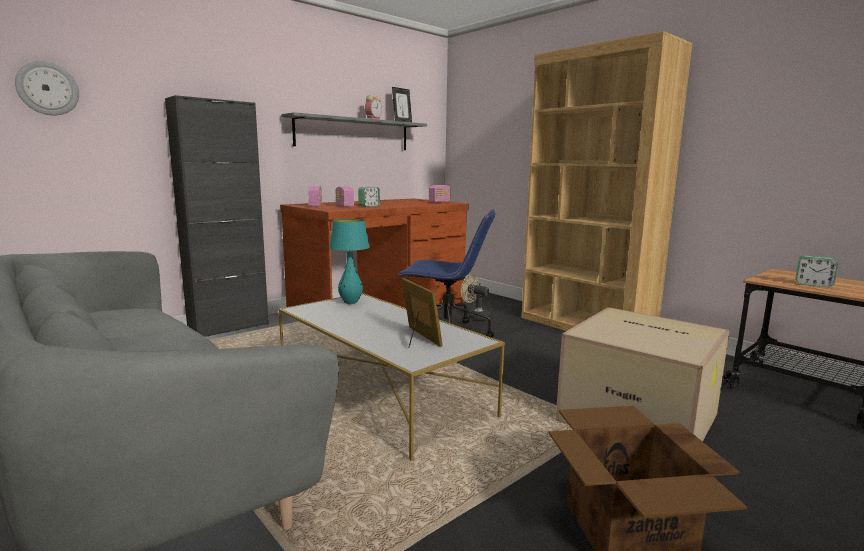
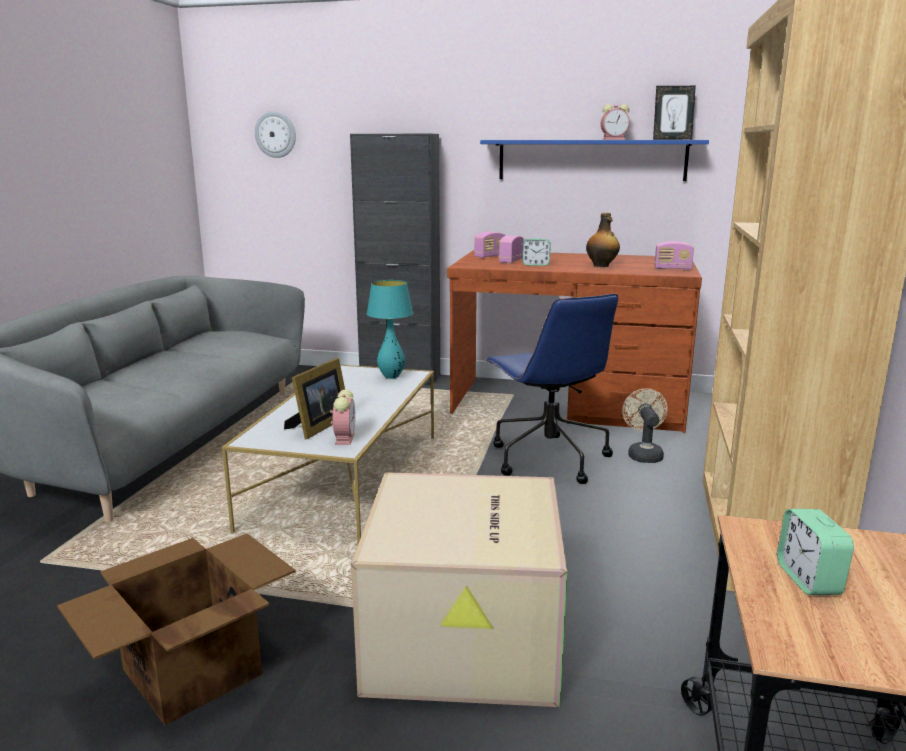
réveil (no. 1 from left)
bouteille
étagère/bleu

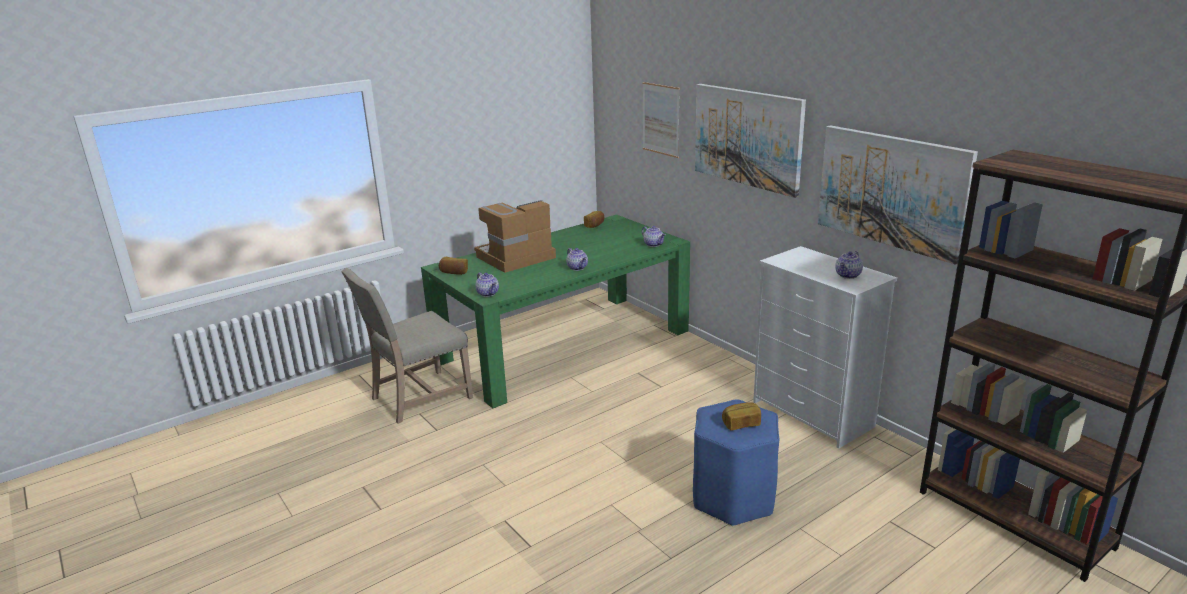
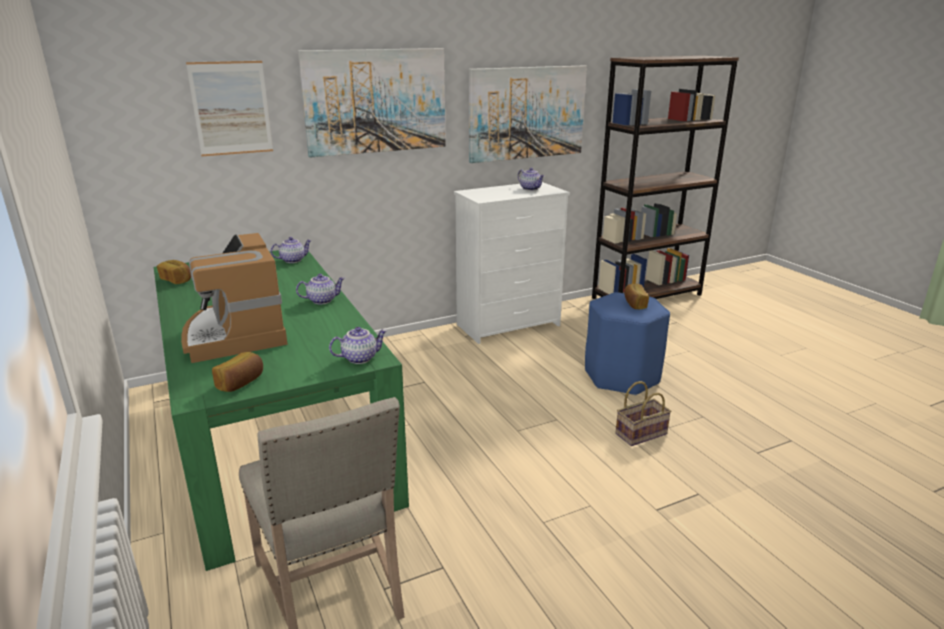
panier

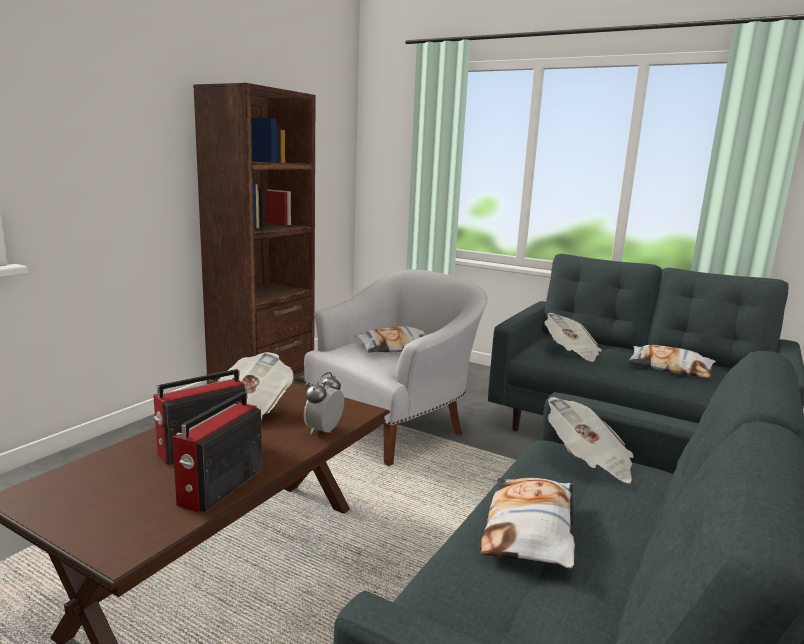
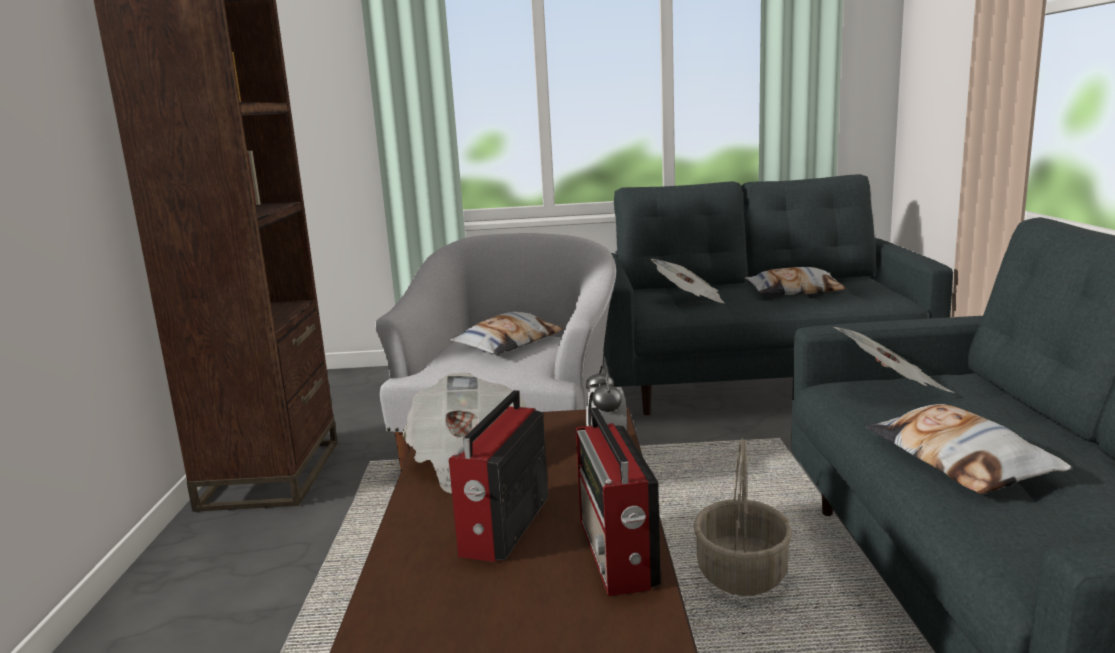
panier

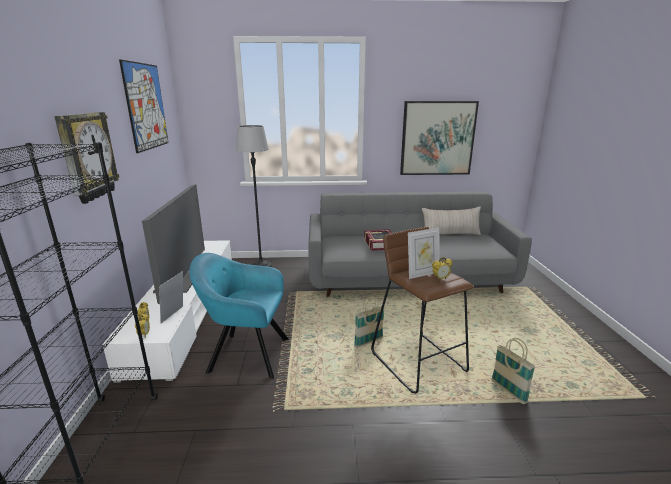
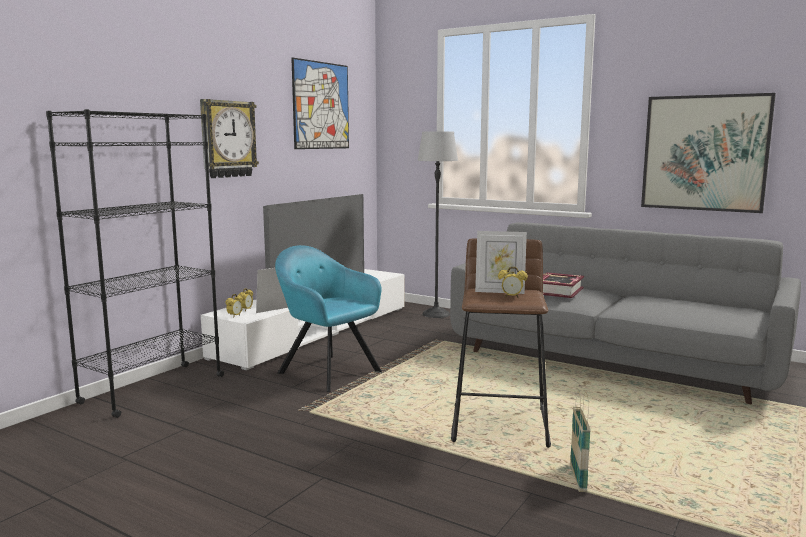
panier (no. 1 from left in the first image)
coussin/beige

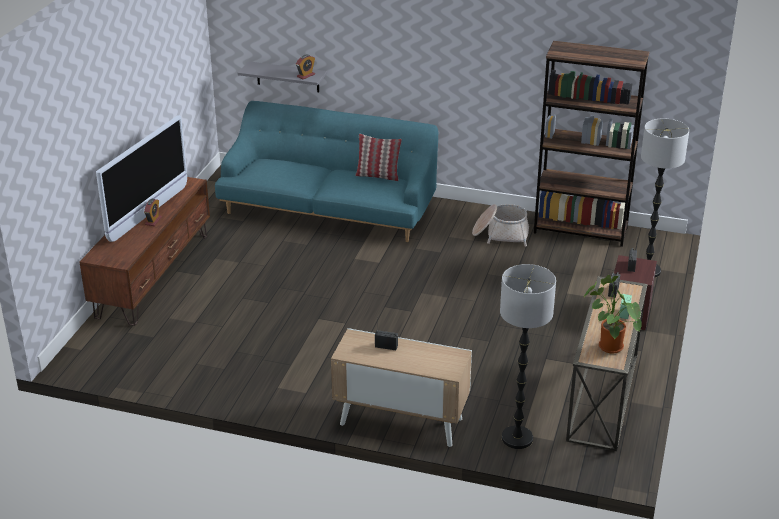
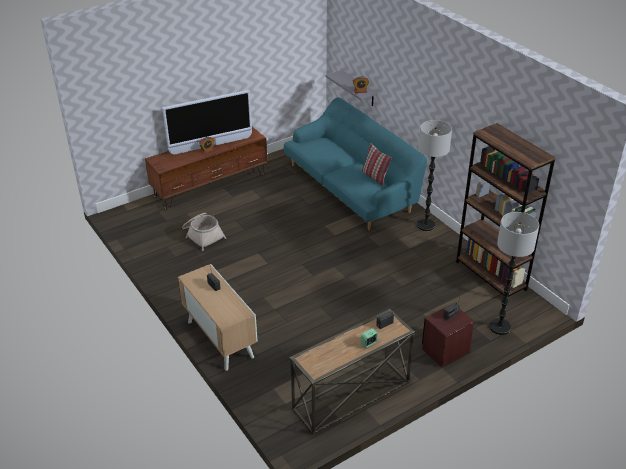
plante en pot
panier
lampadaire (no. 1 from left)

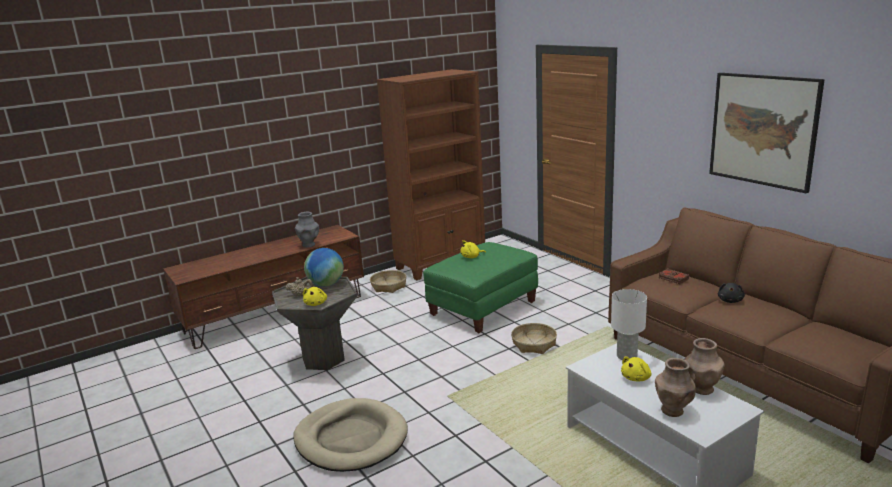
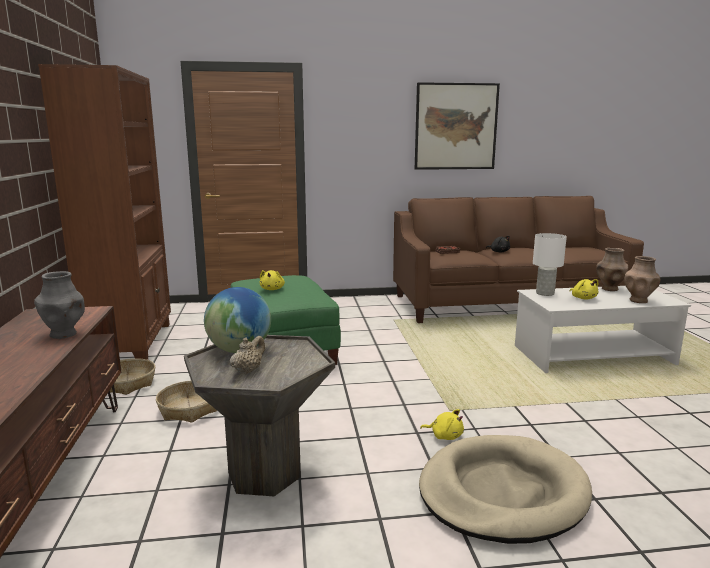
peluche/jaune (no. 2 from left)
panier (no. 2 from left)

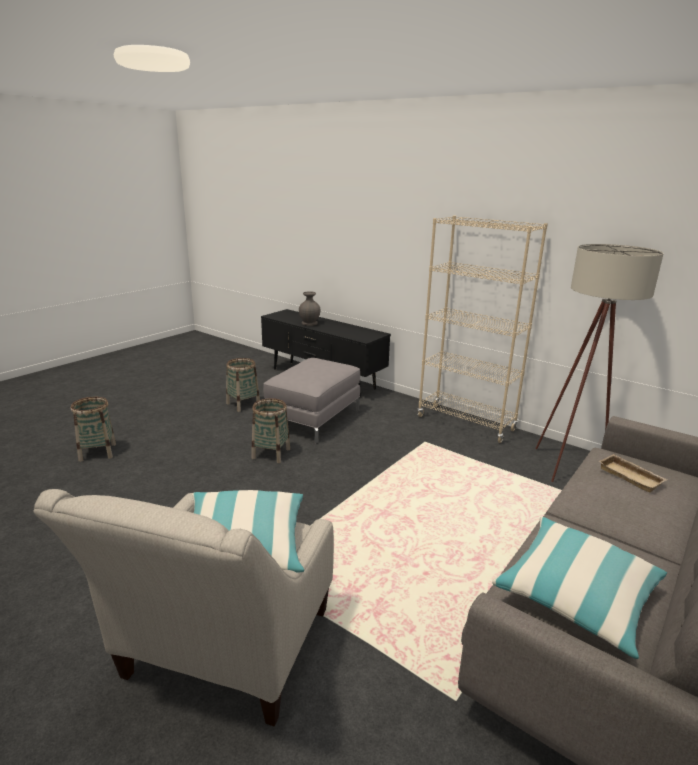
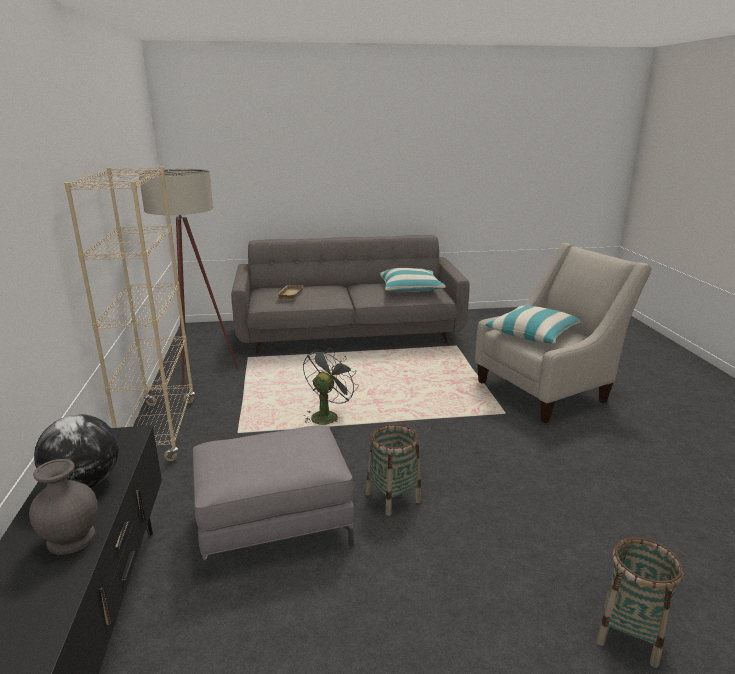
panier (no. 2 from left in the first image)
globe
ventilateur/gris

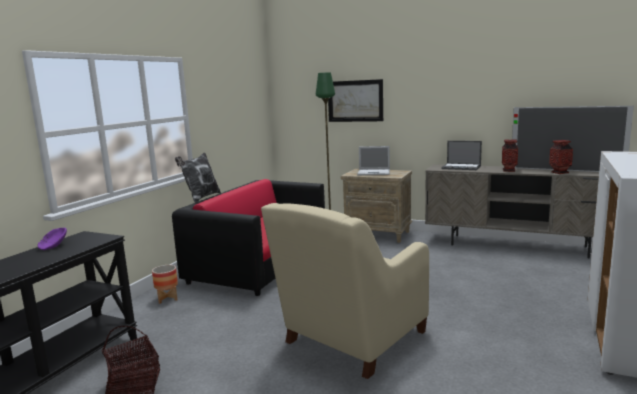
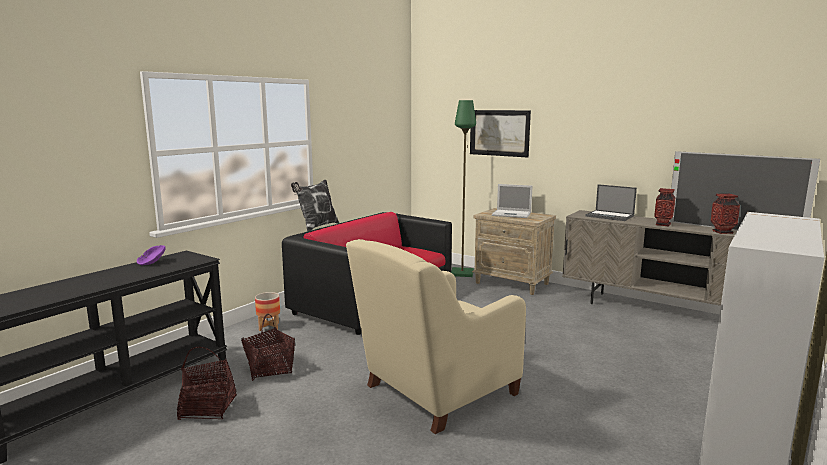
panier (no. 2 from left)

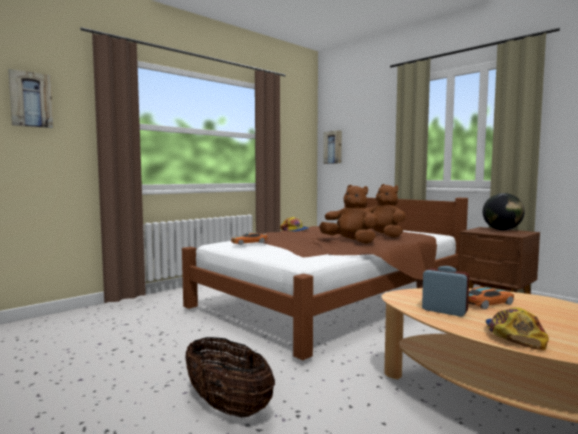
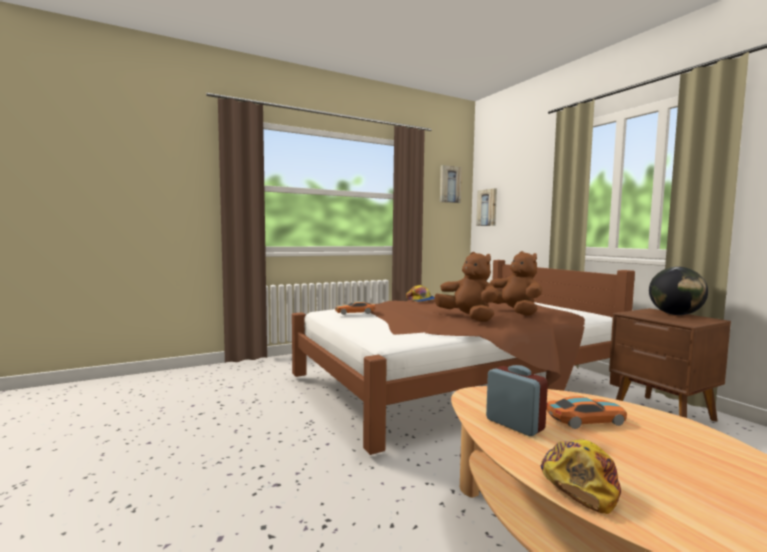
panier
tableau (no. 1 from left)

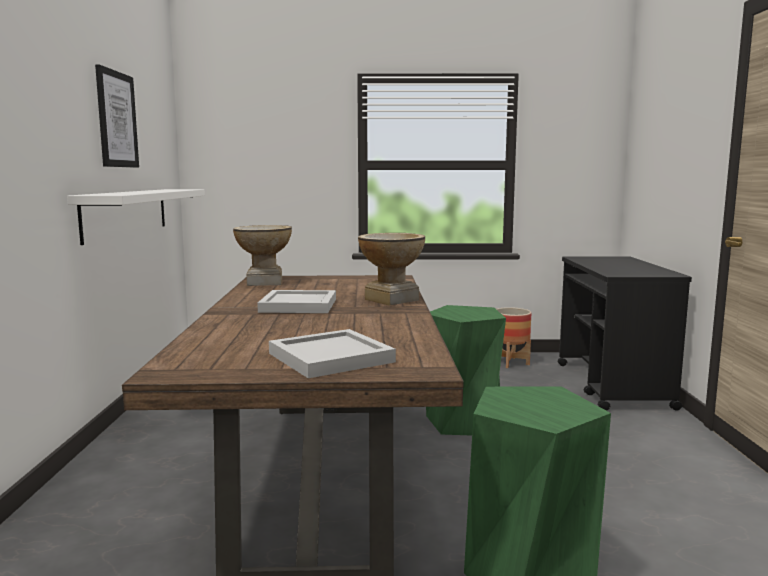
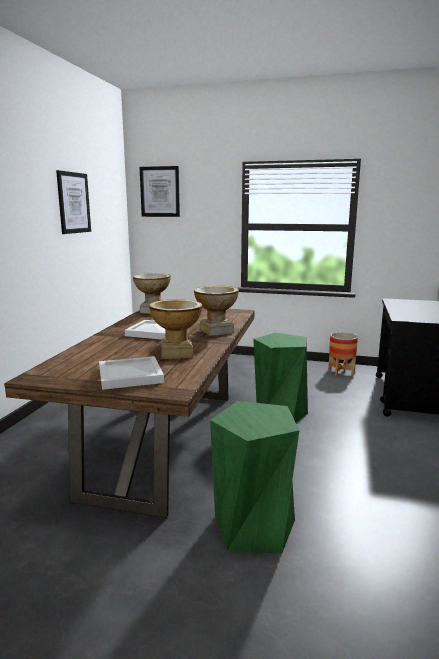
étagère/blanc
tableau (no. 2 from left)
vase (no. 2 from left)

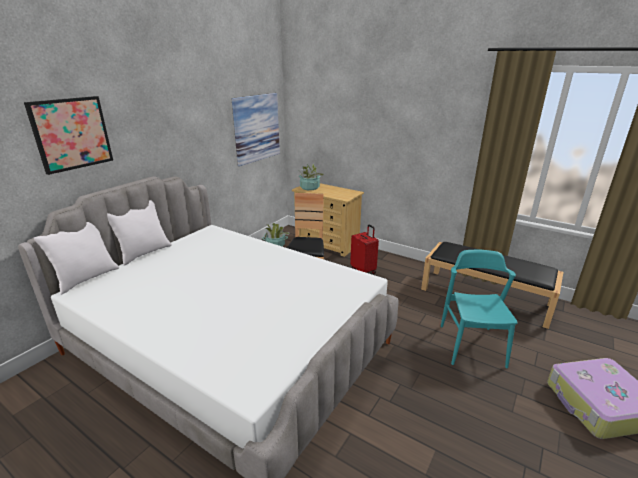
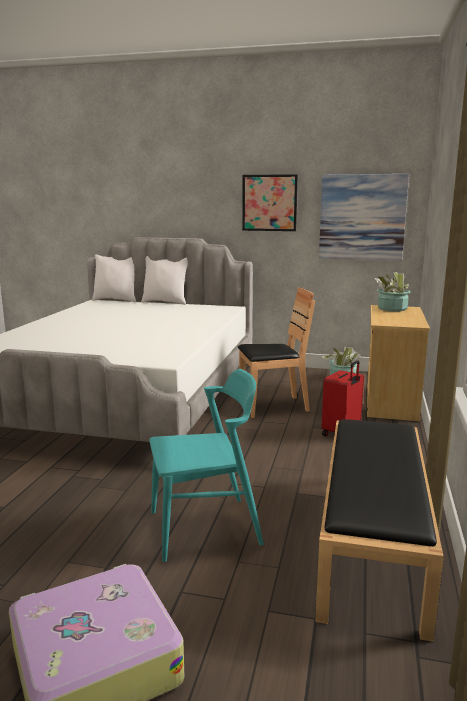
tableau (no. 1 from left)

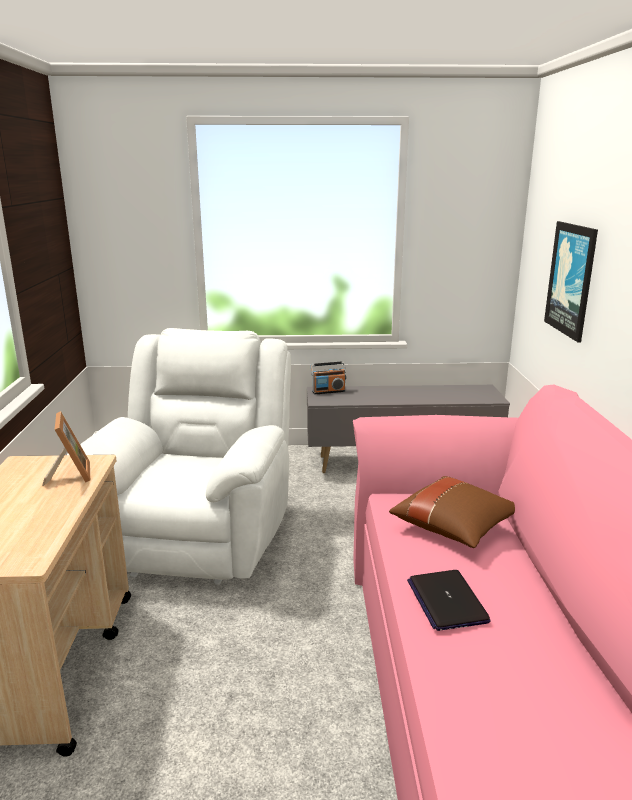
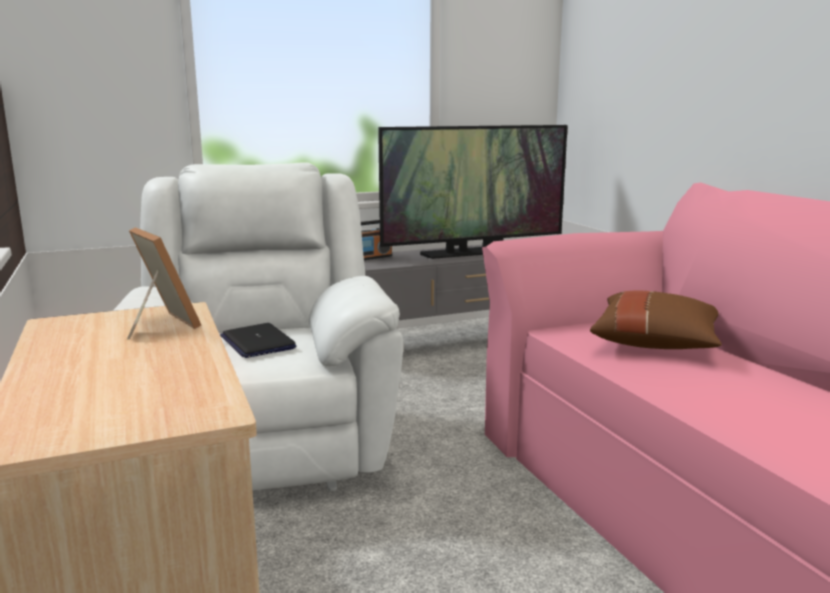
tableau
téléviseur
ordinateur portable

